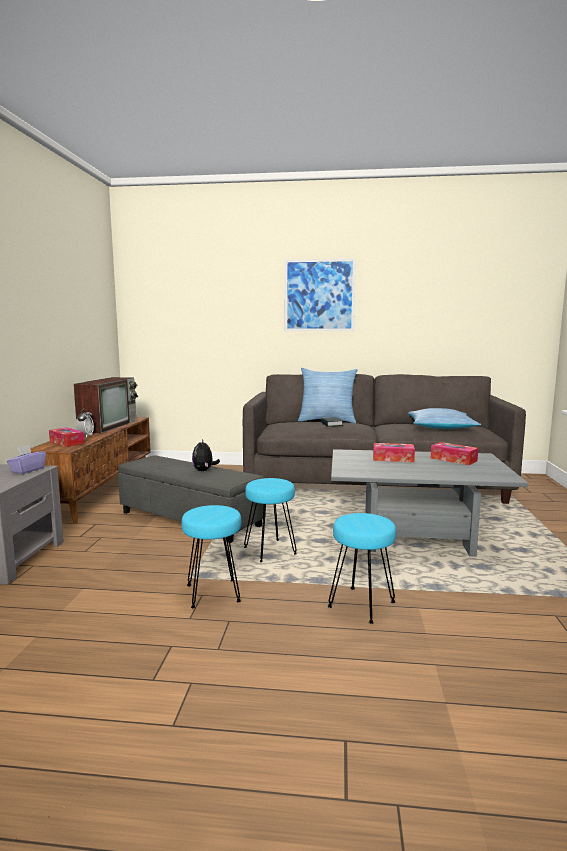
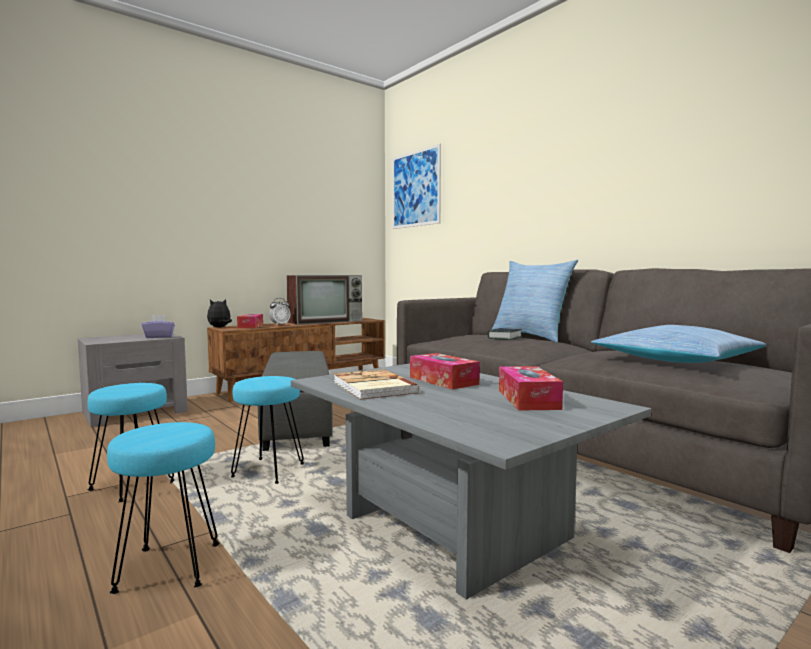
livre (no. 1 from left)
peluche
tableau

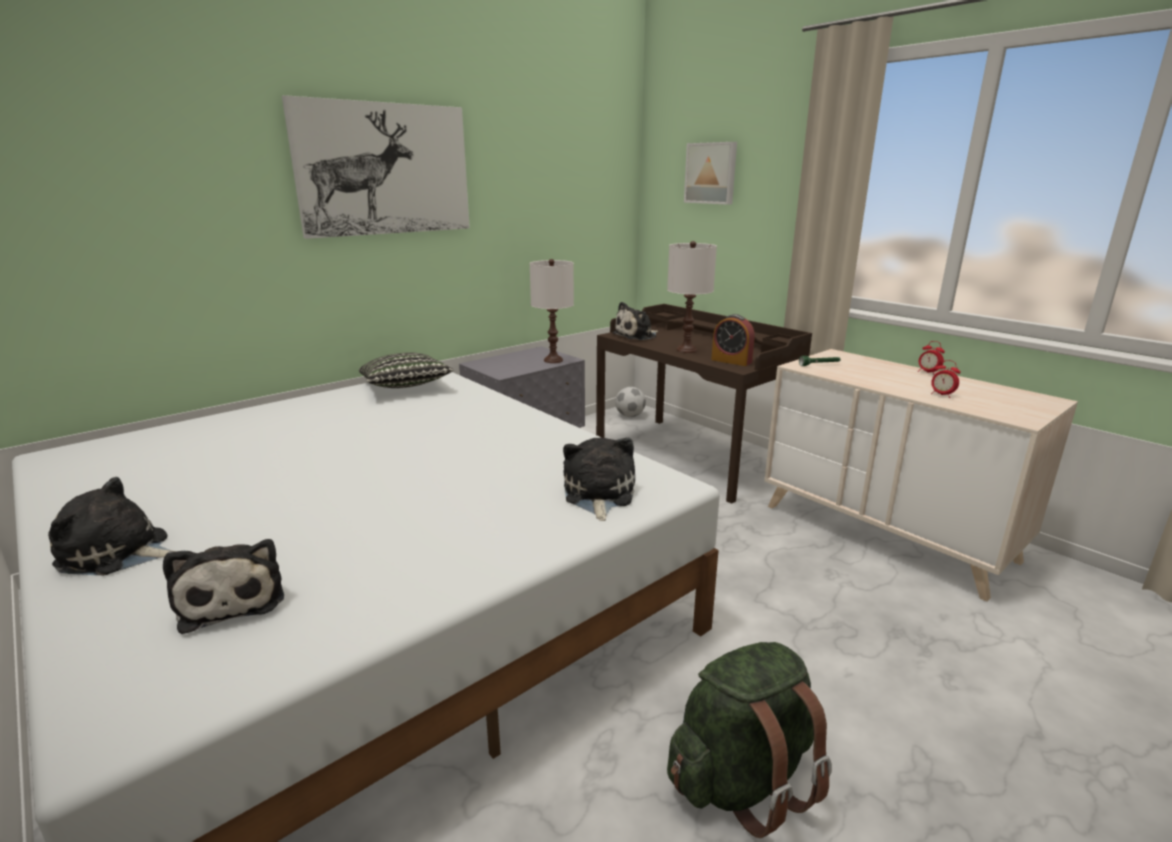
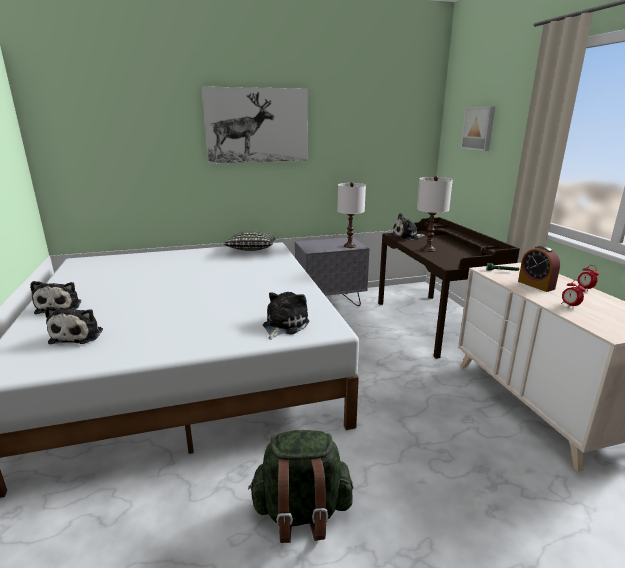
ballon de foot
réveil (no. 1 from left)
peluche (no. 1 from left)

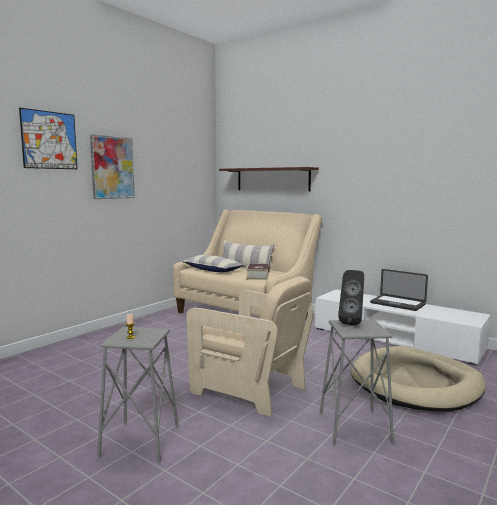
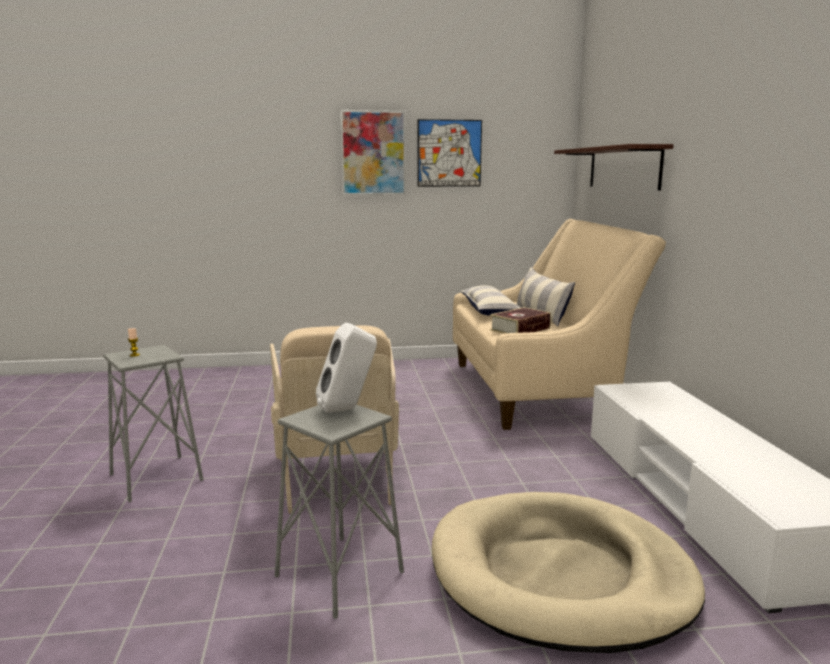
ordinateur portable
tableau (no. 2 from left)
enceinte/blanc

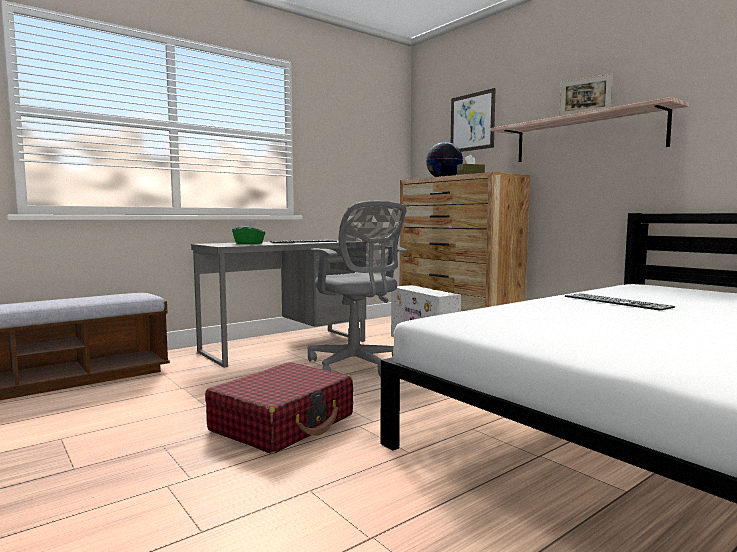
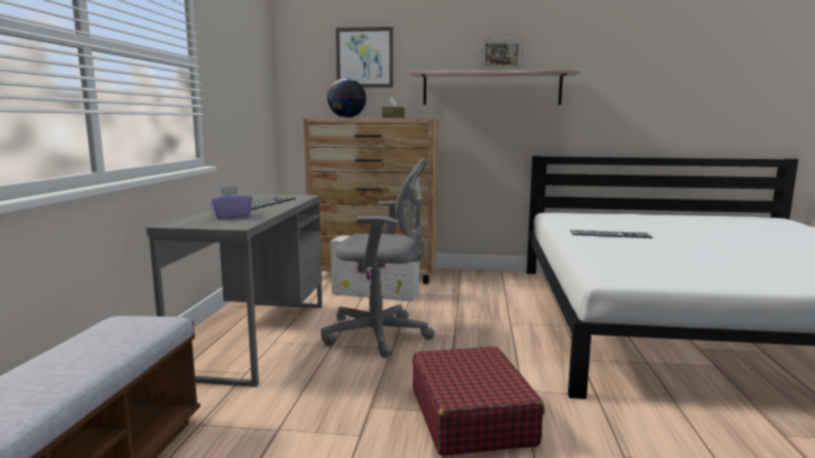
boîte à mouchoirs/violet

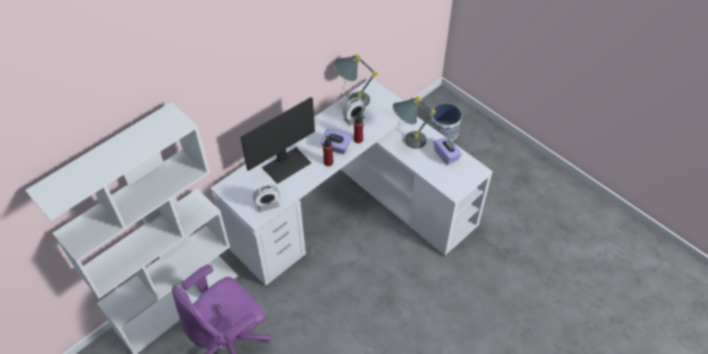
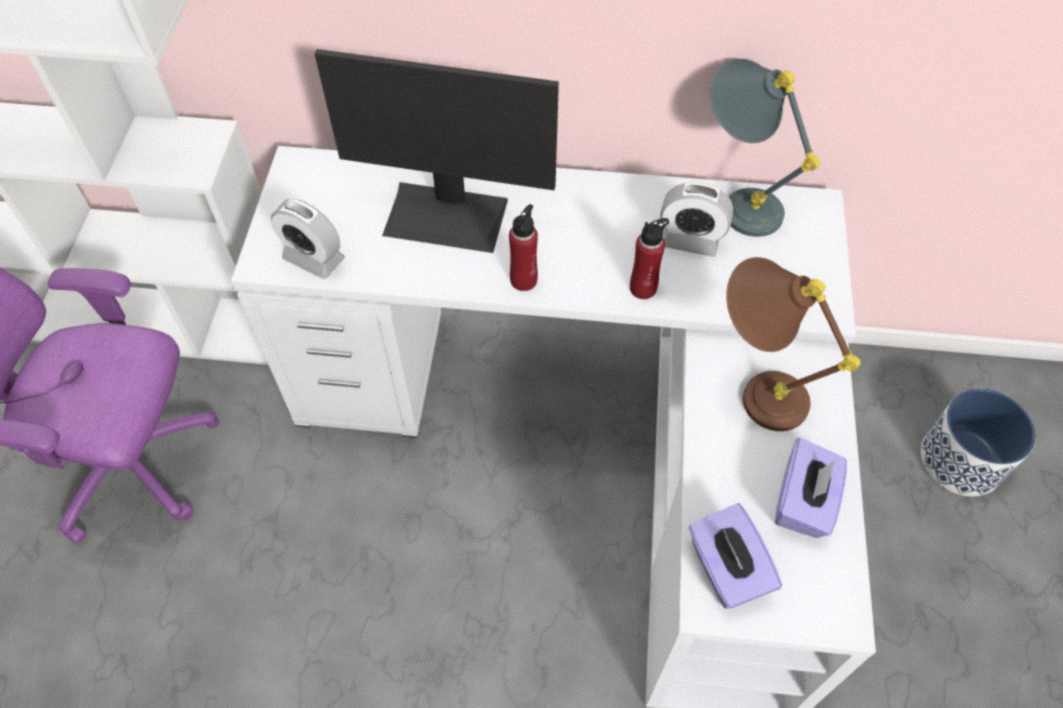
boîte à mouchoirs/violet (no. 1 from left)
lampe de table/marron

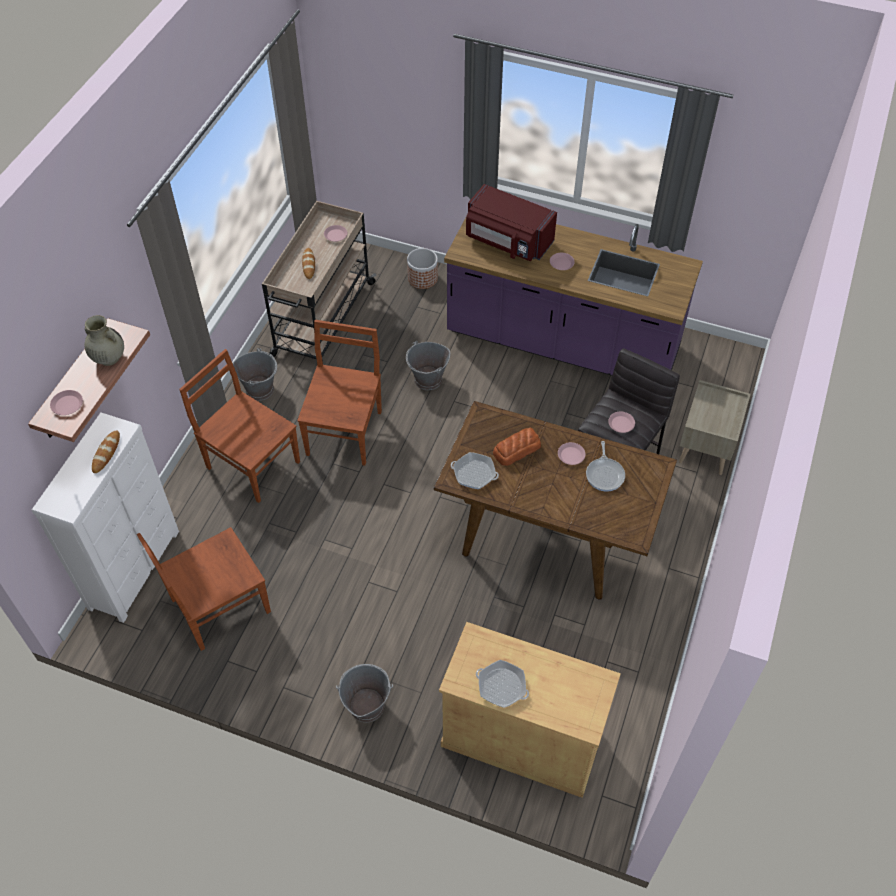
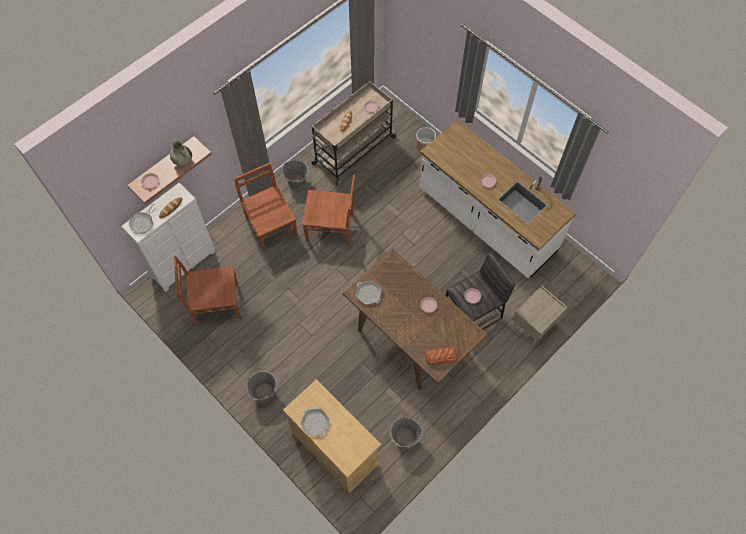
micro-ondes/rouge
seau/gris (no. 3 from left)
pain (no. 3 from left)
poêle (no. 1 from left)
comptoir de cuisine/blanc
chaise/marron (no. 3 from left)

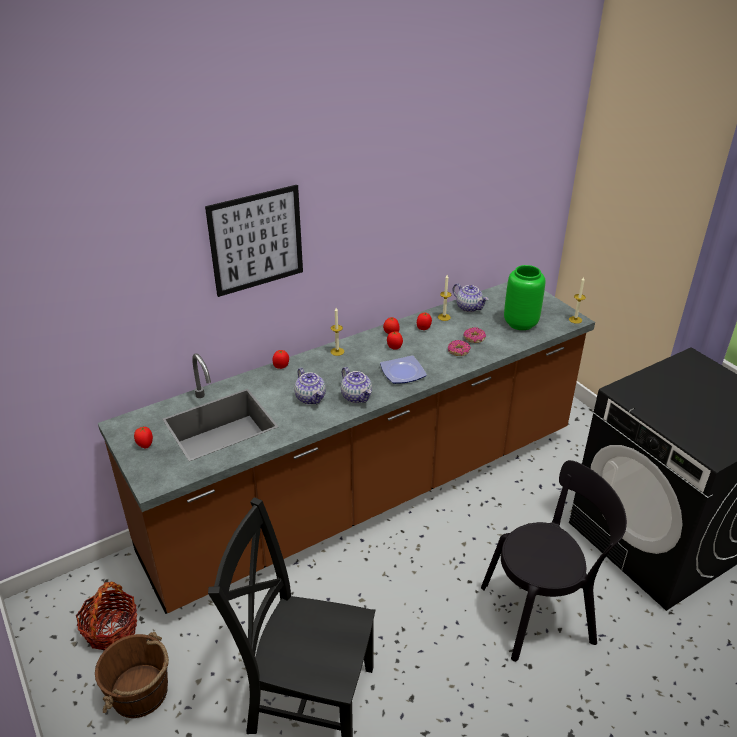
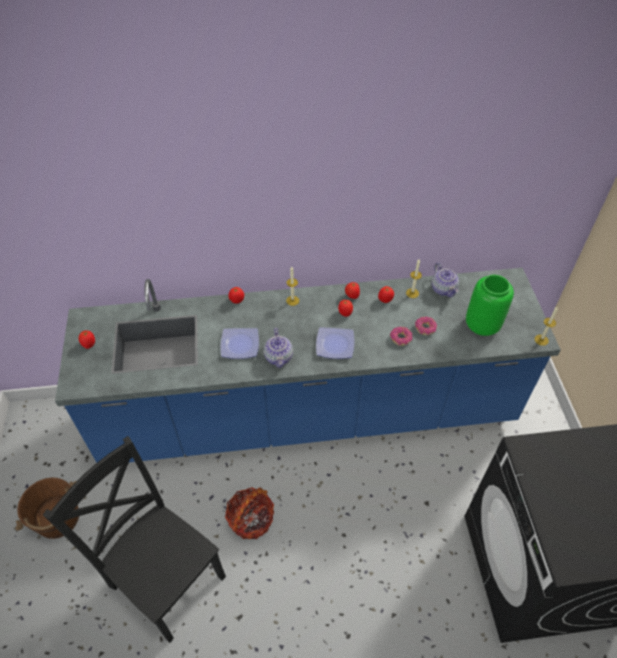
tableau
chaise/noir (no. 2 from left in the first image)
panier
assiette (no. 1 from left)
comptoir de cuisine/bleu

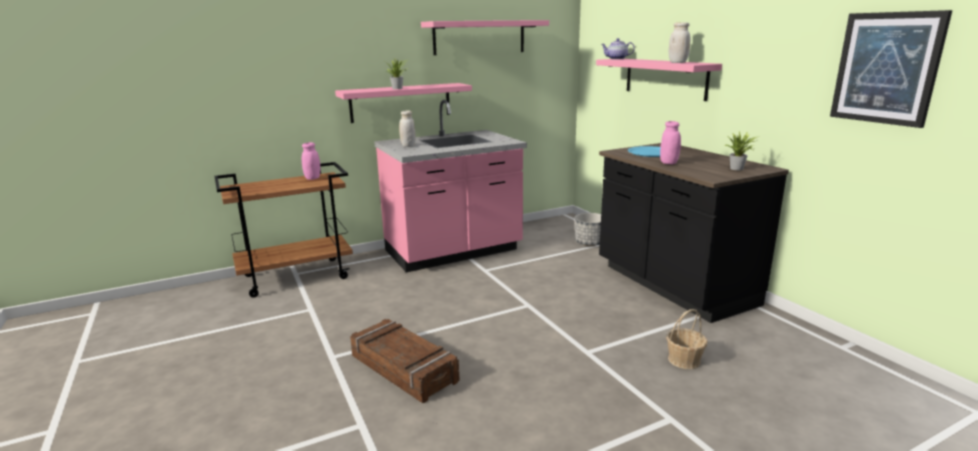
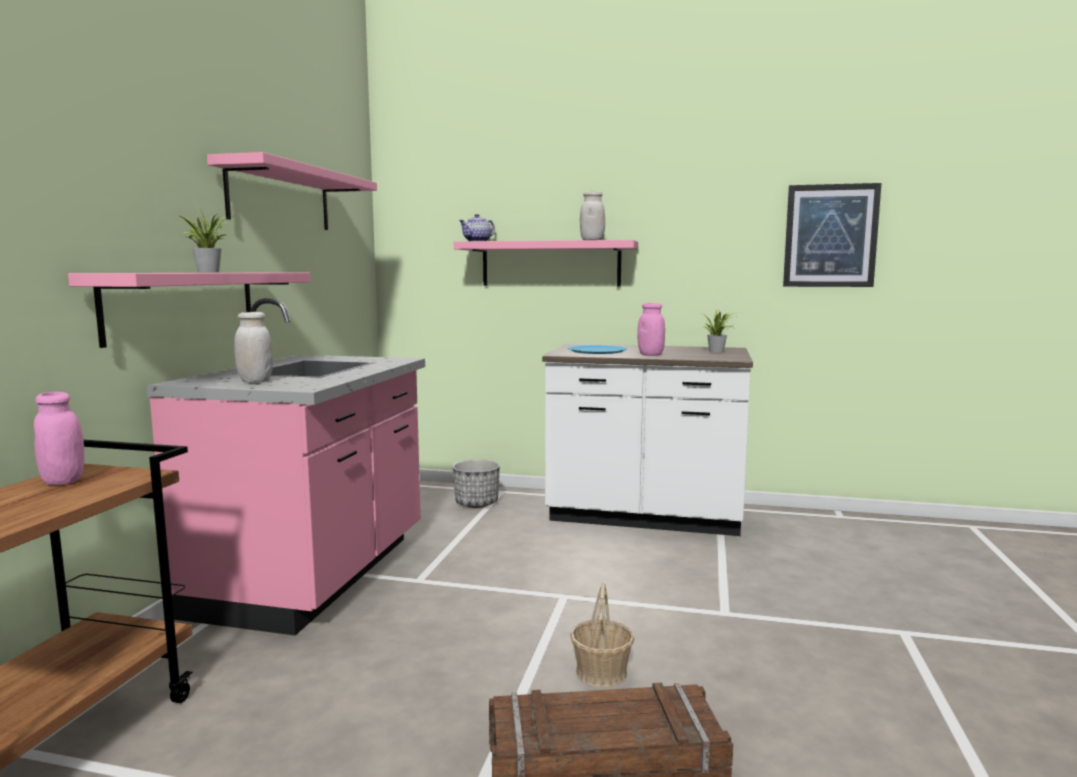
panier
comptoir de cuisine/blanc

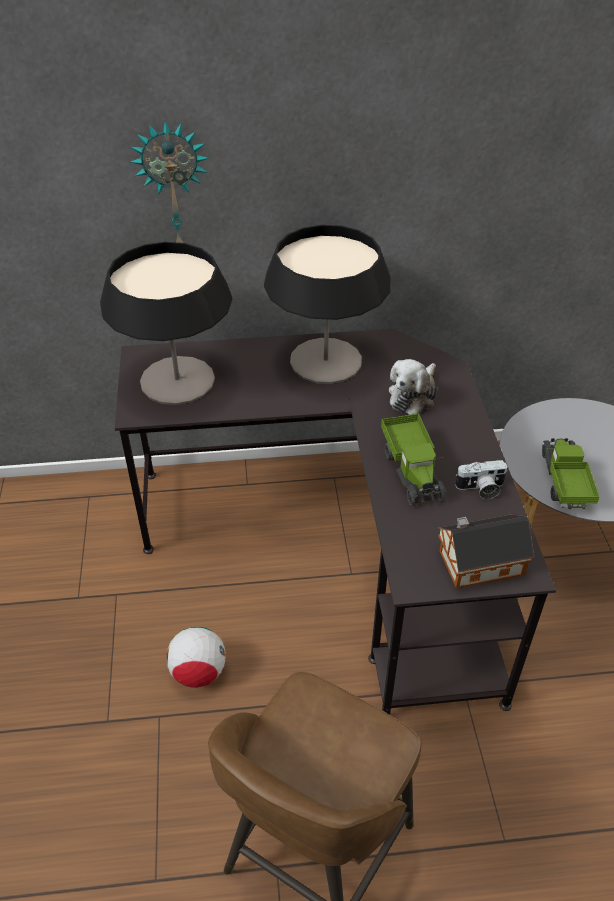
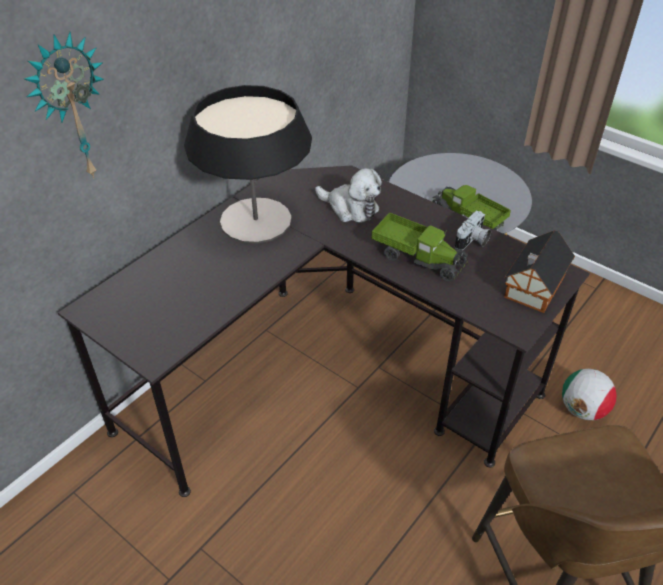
lampe de table (no. 1 from left in the first image)
ballon de foot
peluche

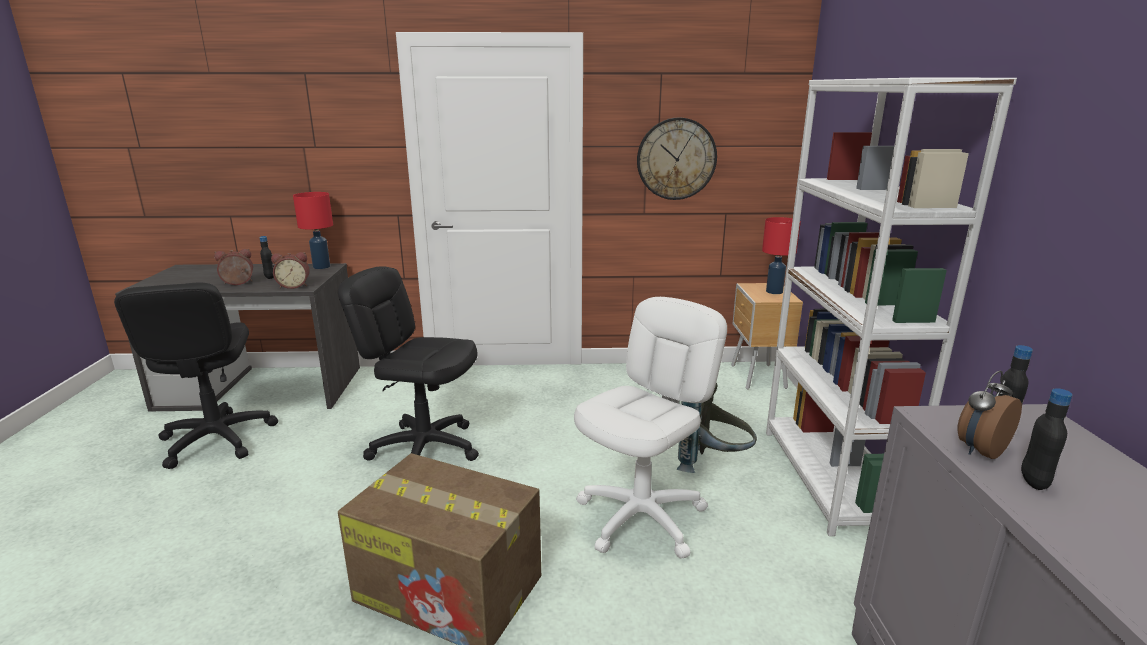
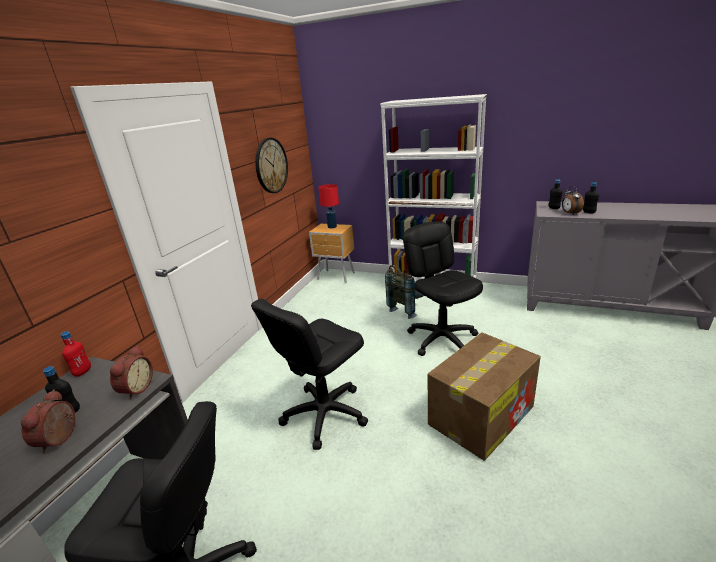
bouteille/rouge
chaise de bureau/noir (no. 3 from left)

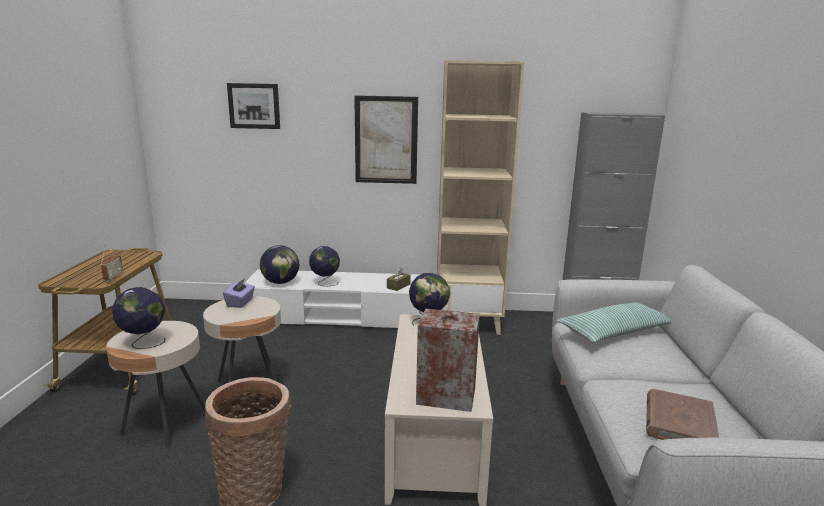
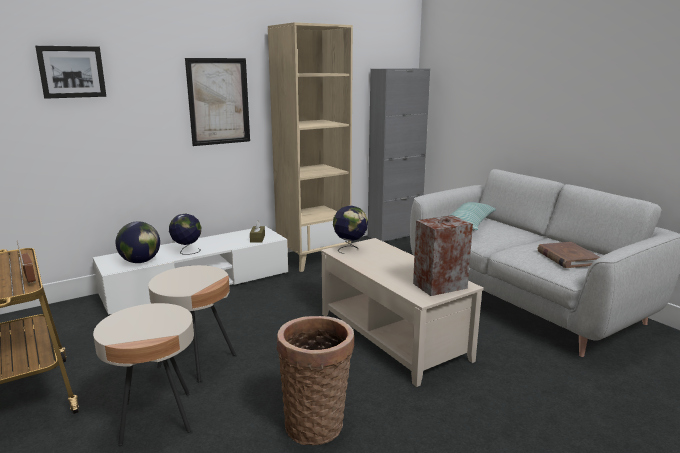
globe (no. 1 from left in the first image)
boîte à mouchoirs/violet

